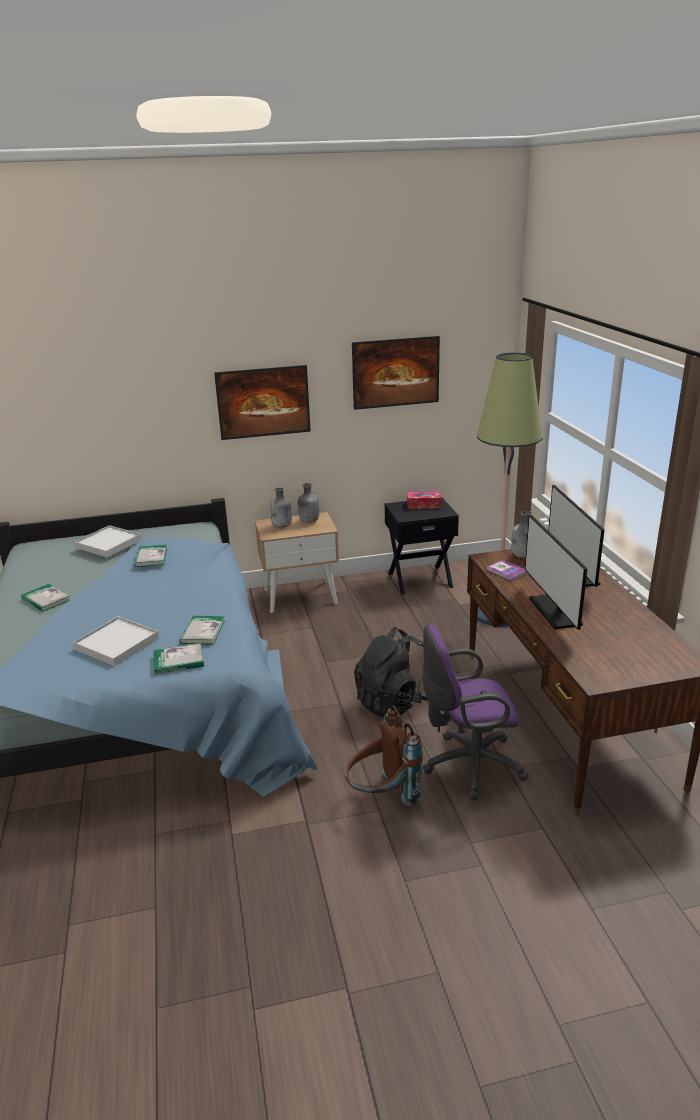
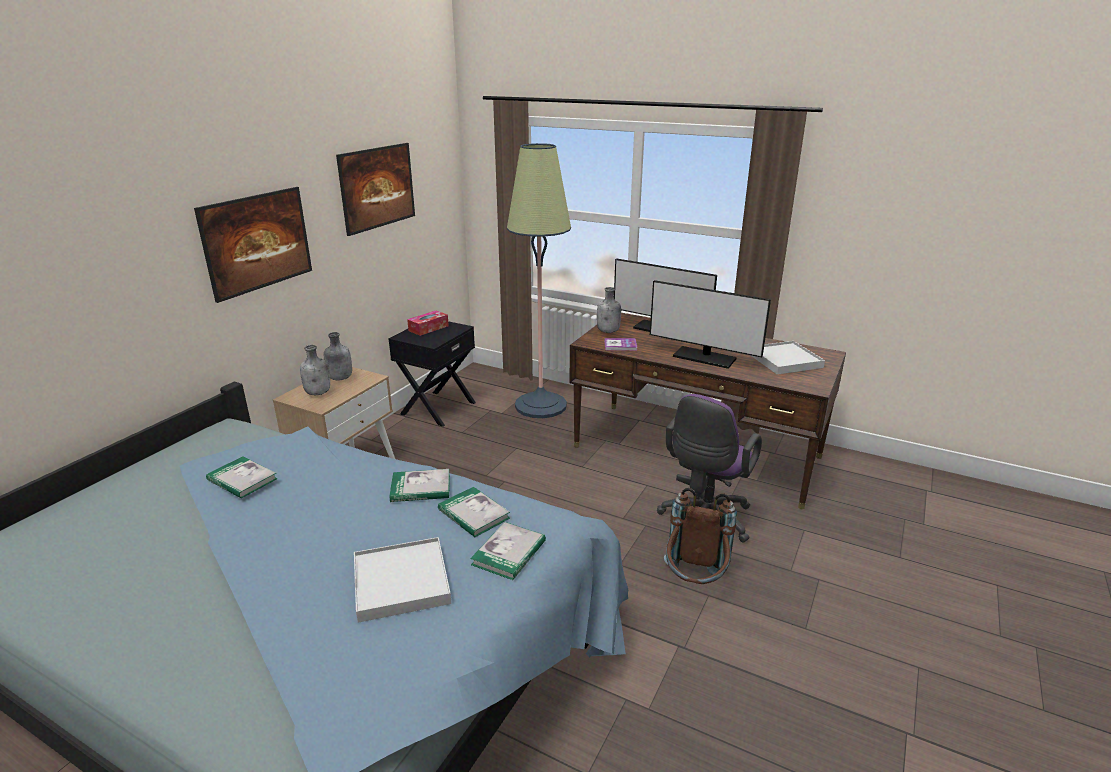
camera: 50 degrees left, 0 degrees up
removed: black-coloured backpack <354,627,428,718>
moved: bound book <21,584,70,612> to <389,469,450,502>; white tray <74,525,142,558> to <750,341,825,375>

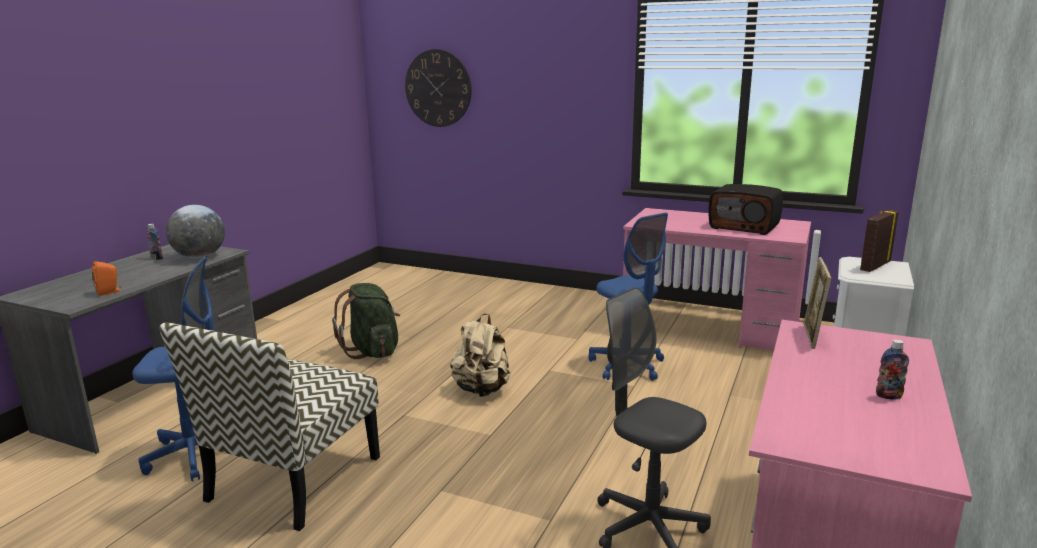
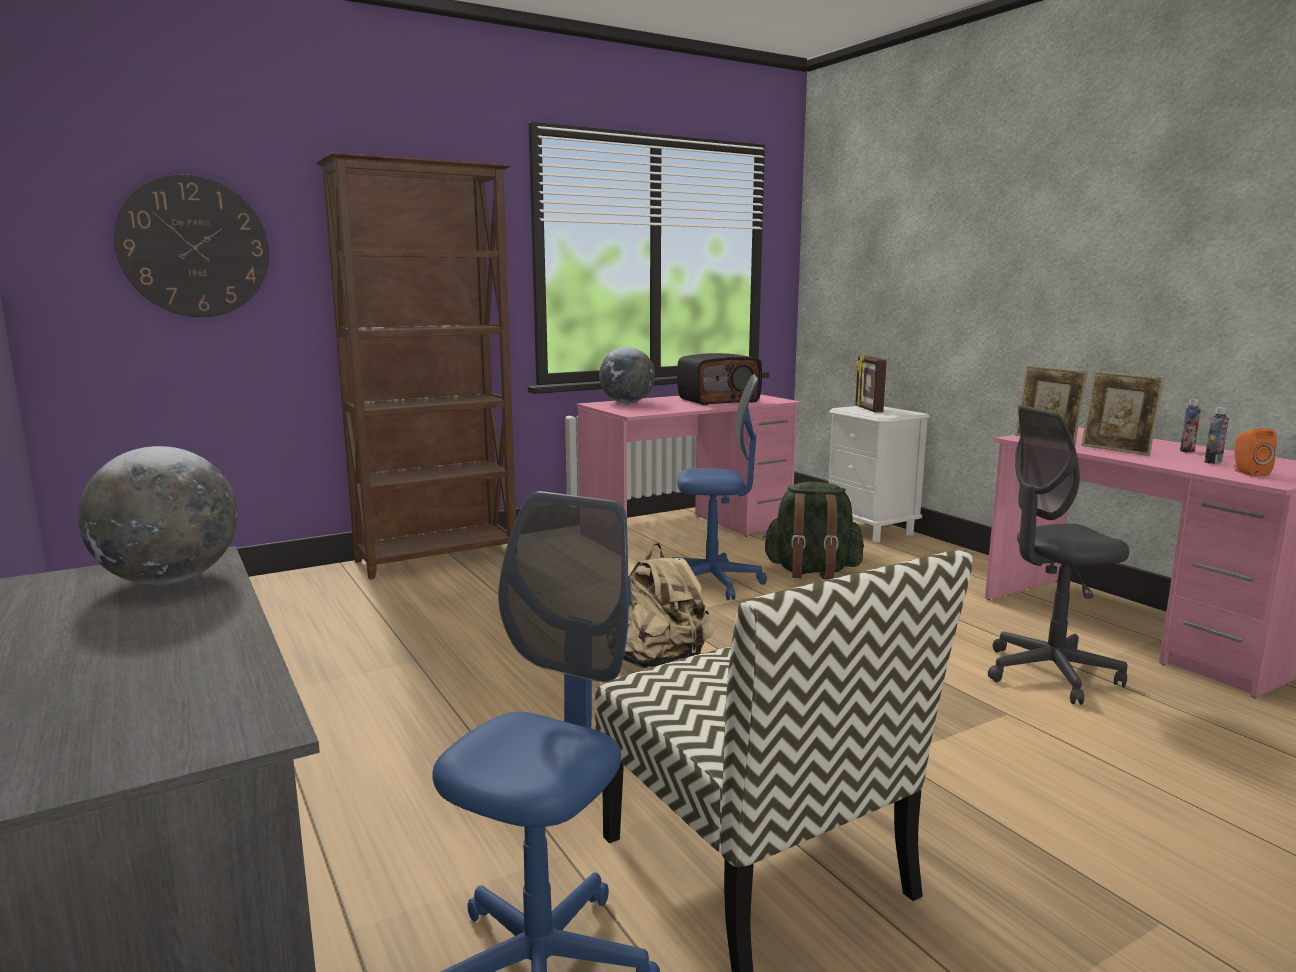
camera: 55 degrees left, 5 degrees down
added: brown shelving unit <315,153,516,579>; desk globe <599,347,655,403>; picture frame <1081,371,1165,456>
moved: green backpack <332,283,400,359> to <762,482,864,579>; bottle <146,224,163,260> to <1204,407,1229,464>; orange-coloured loudspeaker <92,261,121,296> to <1234,429,1277,476>

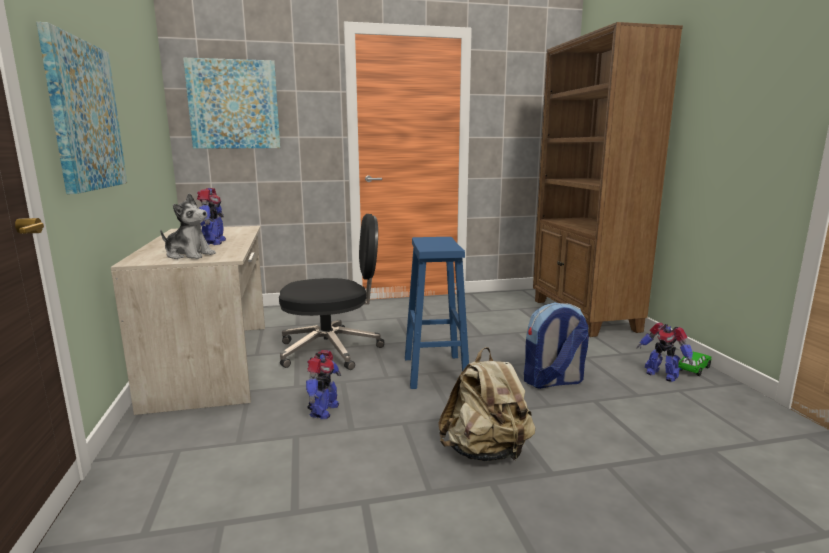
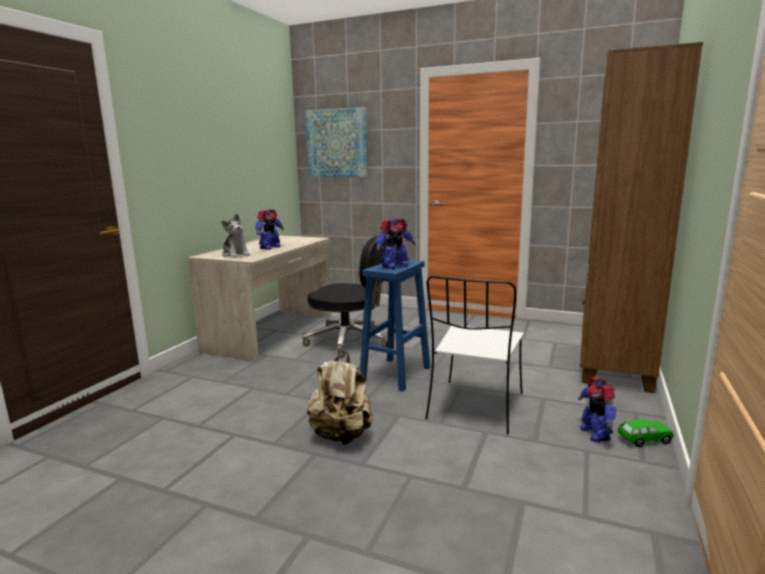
camera: 35 degrees right, 0 degrees up
removed: wall picture <36,22,127,194>
moved: robot figure <306,350,341,419> to <376,218,415,269>
replaced: backpack <524,302,589,389> to white upright chair <426,276,524,434>

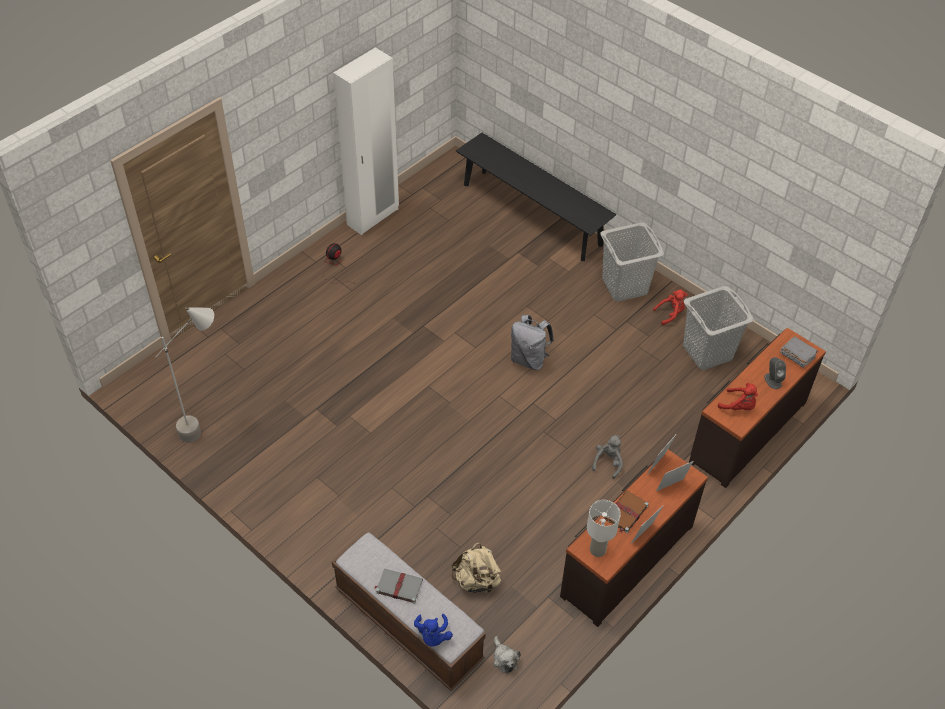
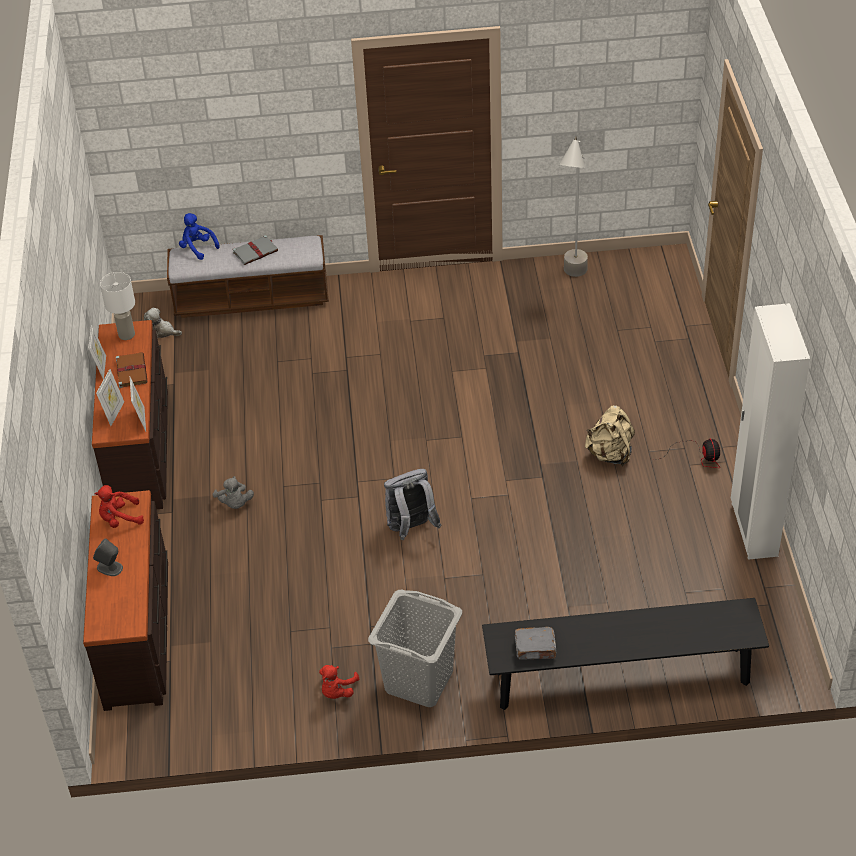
camera: 135 degrees right, 5 degrees down
removed: greyish laundry basket <683,286,754,370>
moved: greyish bound book <780,336,818,368> to <515,627,556,660>; beige-coloured backpack <451,542,501,594> to <585,405,635,466>

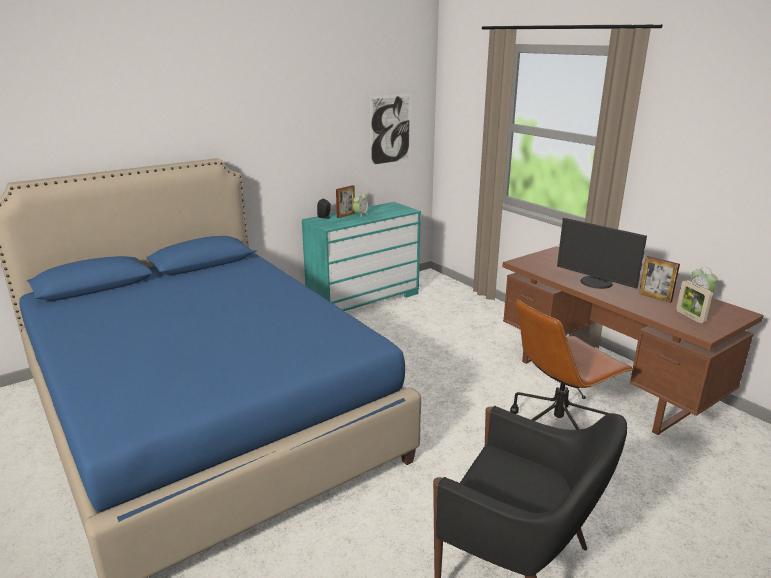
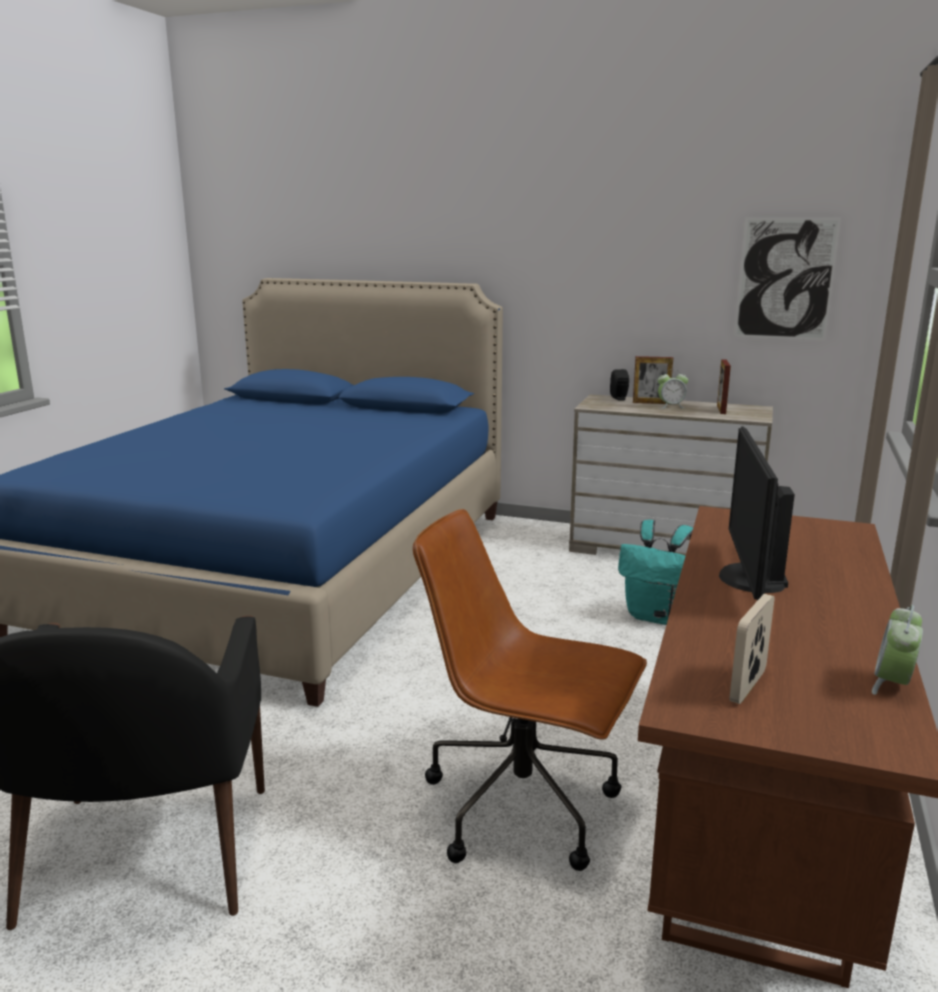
camera: 55 degrees right, 5 degrees down
added: turquoise-coloured backpack <618,520,693,625>
moved: picture frame <639,256,680,303> to <717,359,731,414>
recoloured: turquoise-coloured drawer chest <302,202,421,311> to beige-coloured drawer chest <569,394,773,556>

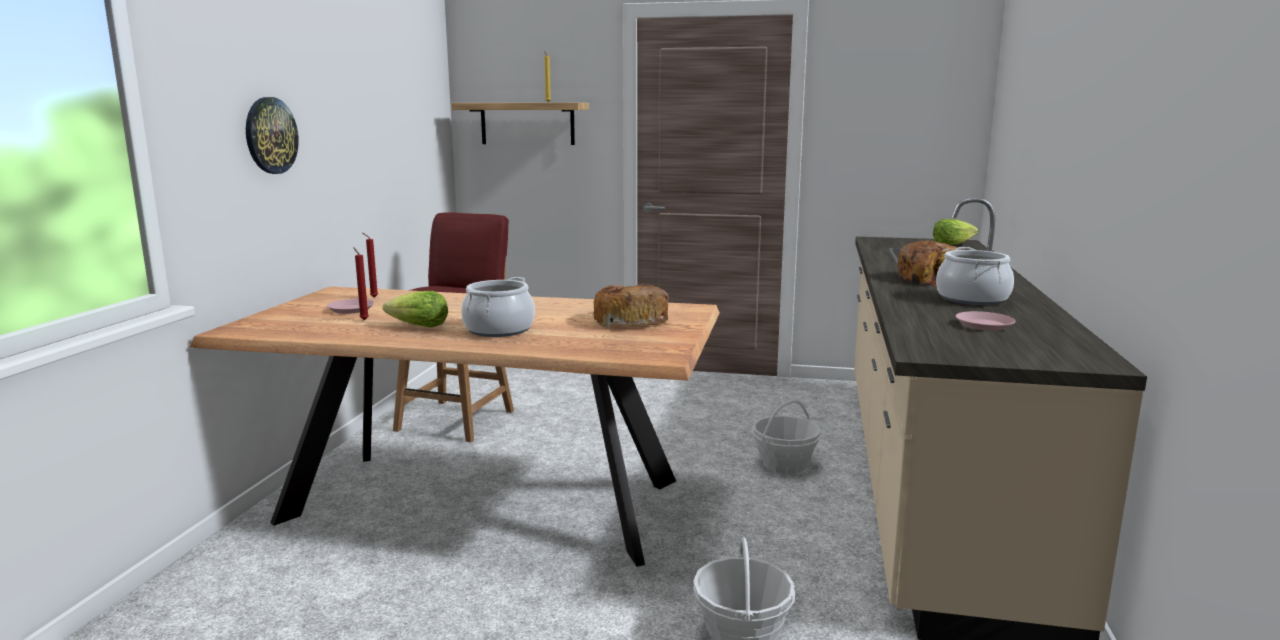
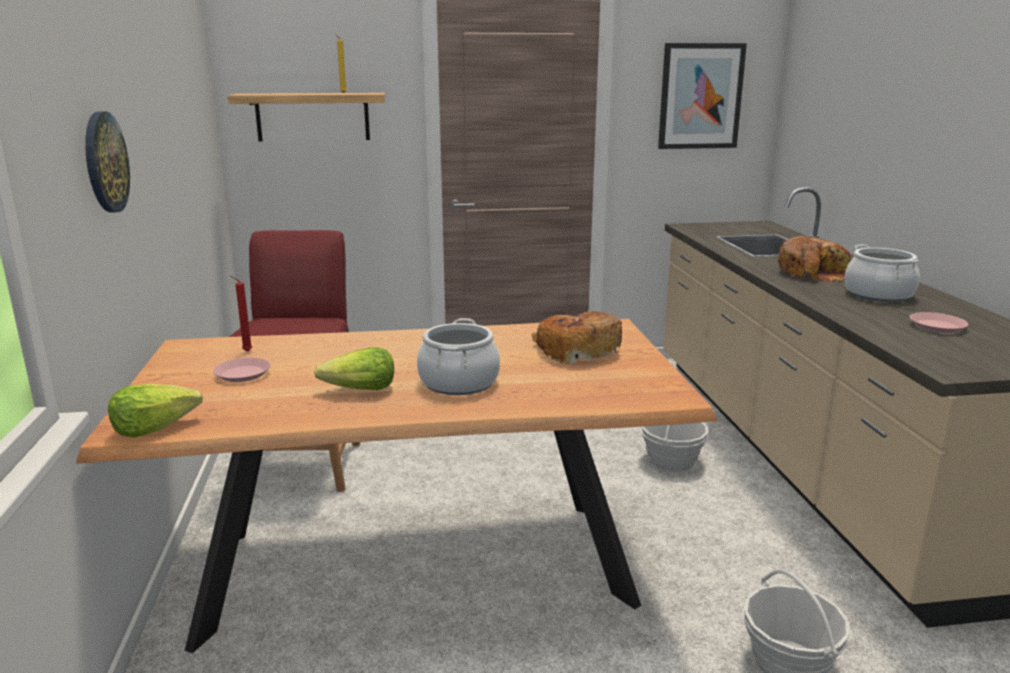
camera: 20 degrees left, 5 degrees up
removed: reddish wax light <353,247,369,320>
added: wall picture <658,43,747,149>
moved: head of lettuce <933,219,978,245> to <108,384,203,437>

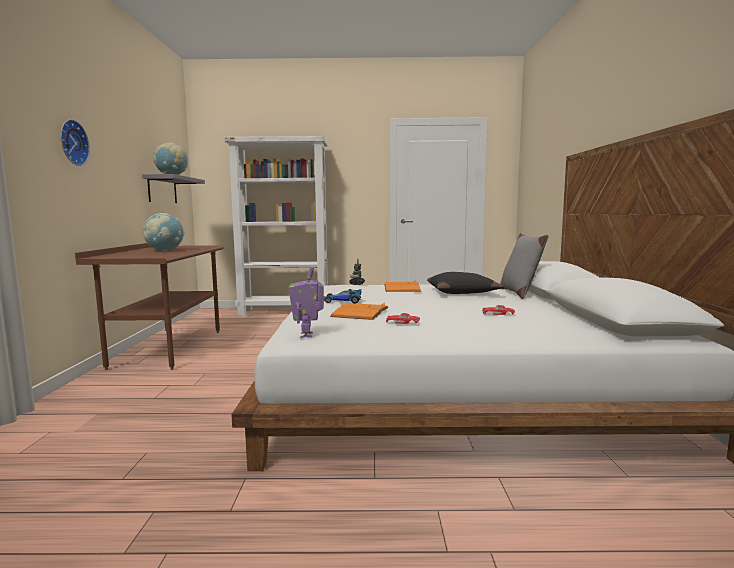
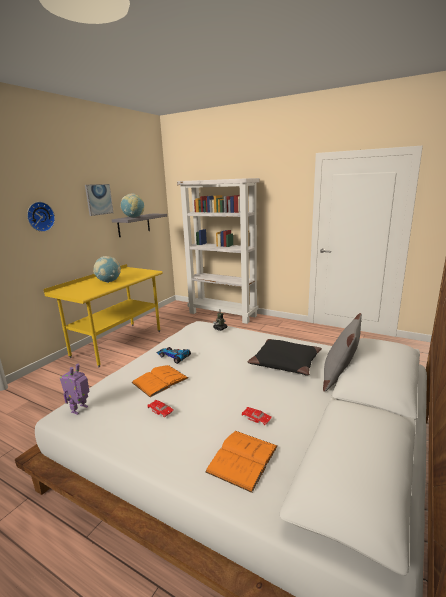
camera: 30 degrees right, 10 degrees up
added: wall picture <85,184,113,216>
moved: orange-coloured bound book <384,280,421,292> to <205,431,278,493>
recoloured: brown desk <75,243,224,370> to yellow-coloured desk <43,264,163,368>

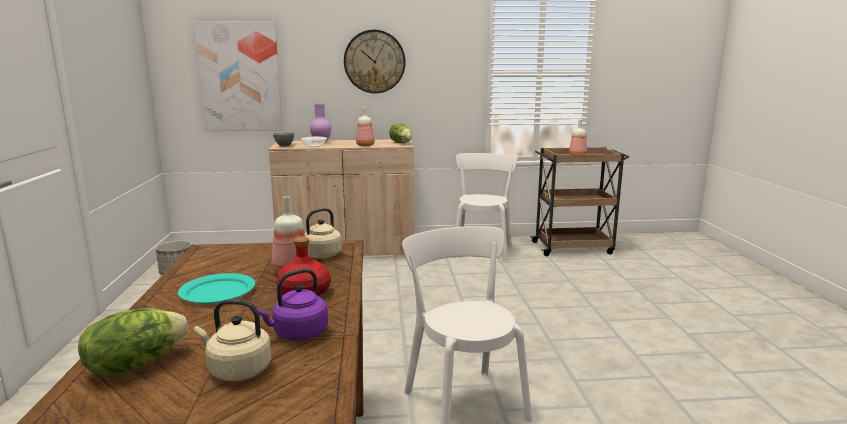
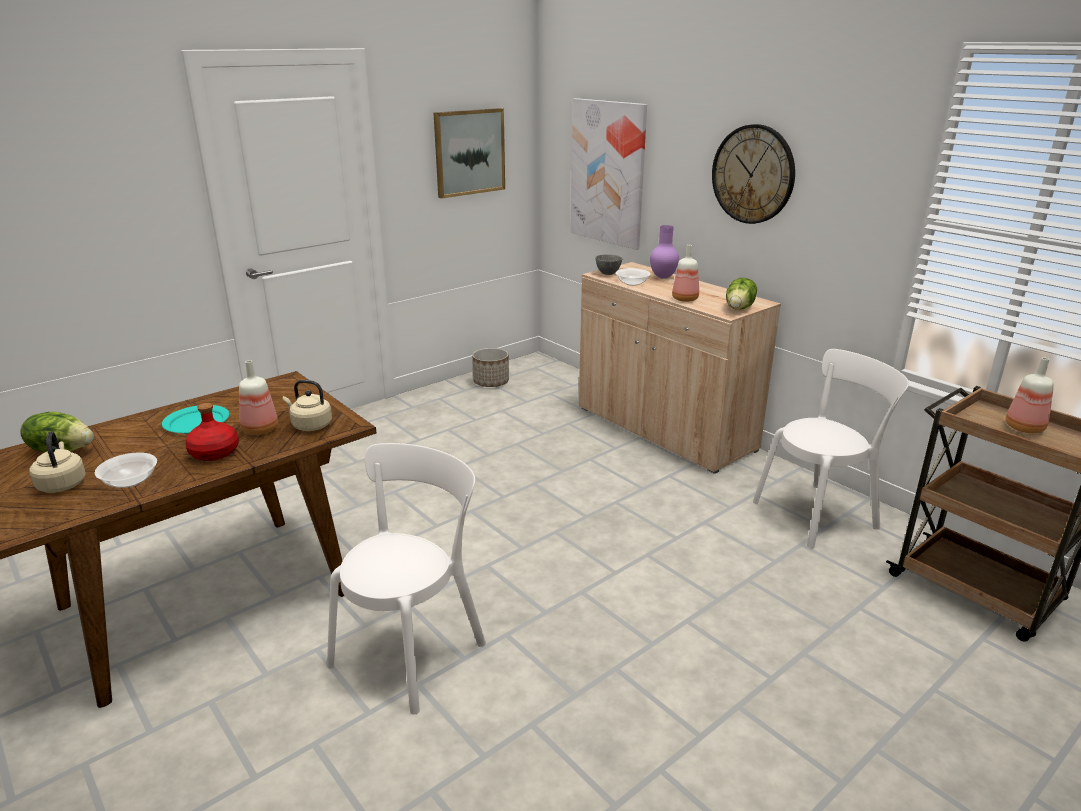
camera: 55 degrees right, 10 degrees up
added: wall picture <434,108,505,198>
replaced: purple-coloured kettle <257,268,328,341> to bowl <95,452,157,488>

